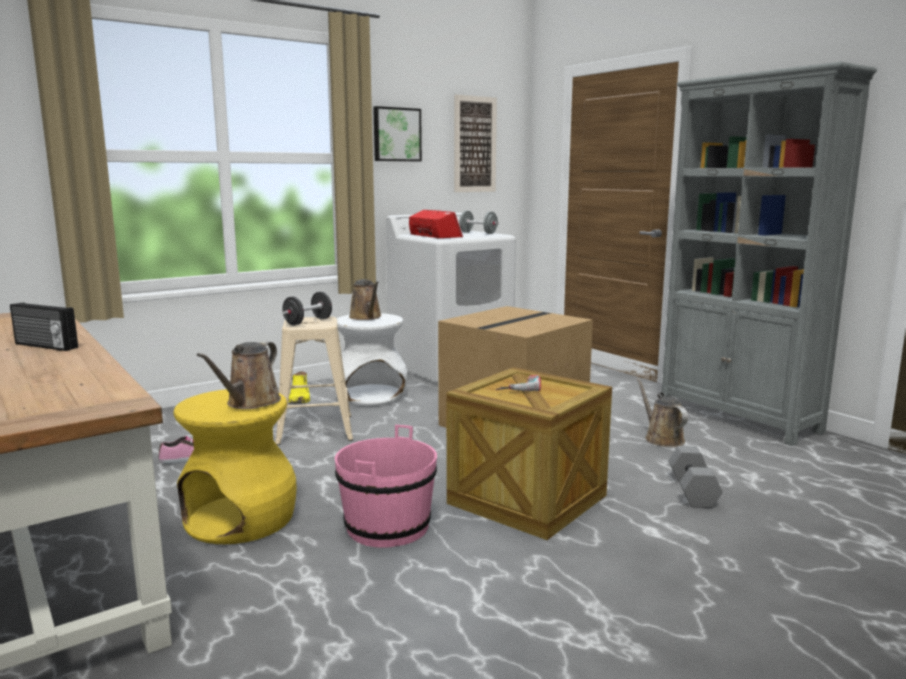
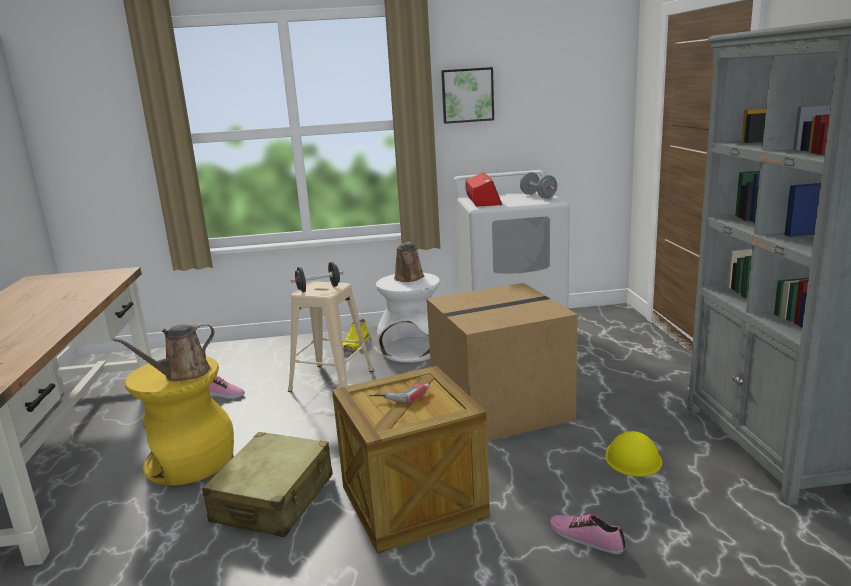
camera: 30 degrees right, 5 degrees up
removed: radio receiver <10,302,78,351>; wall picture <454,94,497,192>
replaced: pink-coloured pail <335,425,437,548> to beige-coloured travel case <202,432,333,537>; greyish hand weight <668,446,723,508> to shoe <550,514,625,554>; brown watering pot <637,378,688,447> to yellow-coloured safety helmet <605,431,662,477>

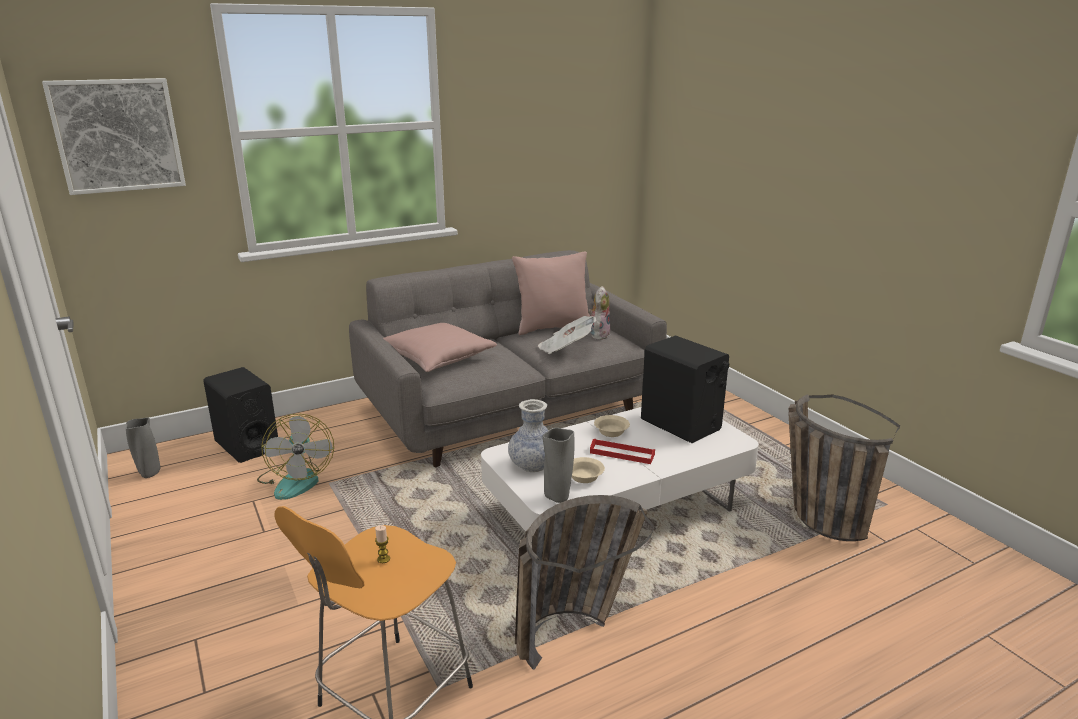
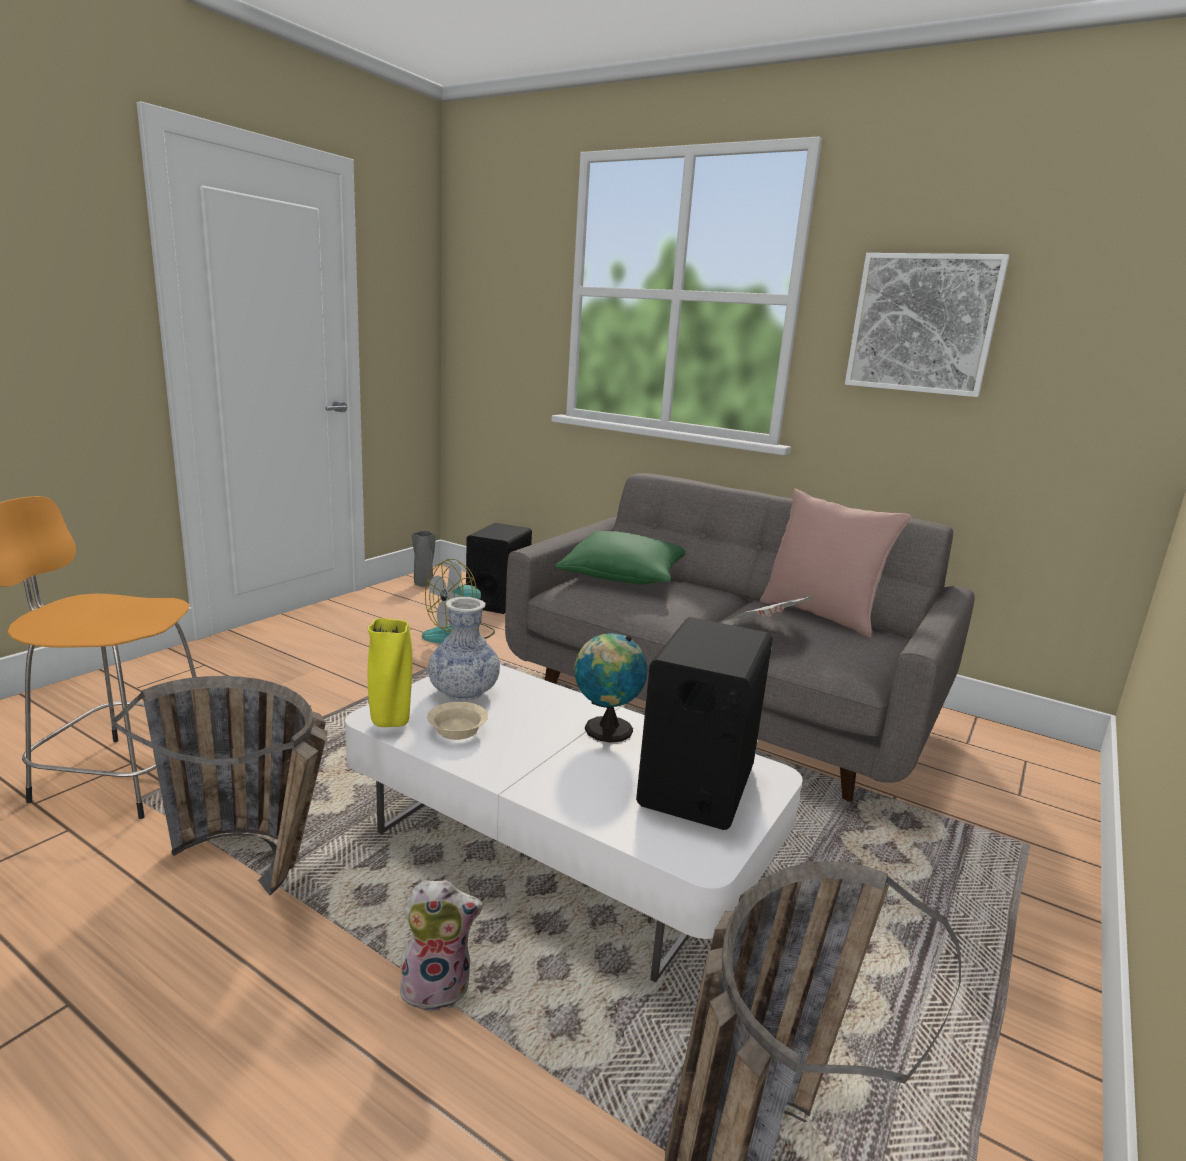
camera: 60 degrees right, 5 degrees down
removed: wax light <375,525,390,563>; reddish tray <590,439,655,464>
moved: soft toy <588,286,611,340> to <400,880,483,1012>; wall picture <42,78,186,195> to <845,253,1009,397>
replaced: beige-coloured bowl <594,415,630,437> to desk globe <574,633,648,743>
recoloured: greyish decorative vase <543,428,575,503> to yellow-coloured decorative vase <368,618,413,727>; pink-coloured throw pillow <383,323,497,372> to green throw pillow <555,531,685,584>

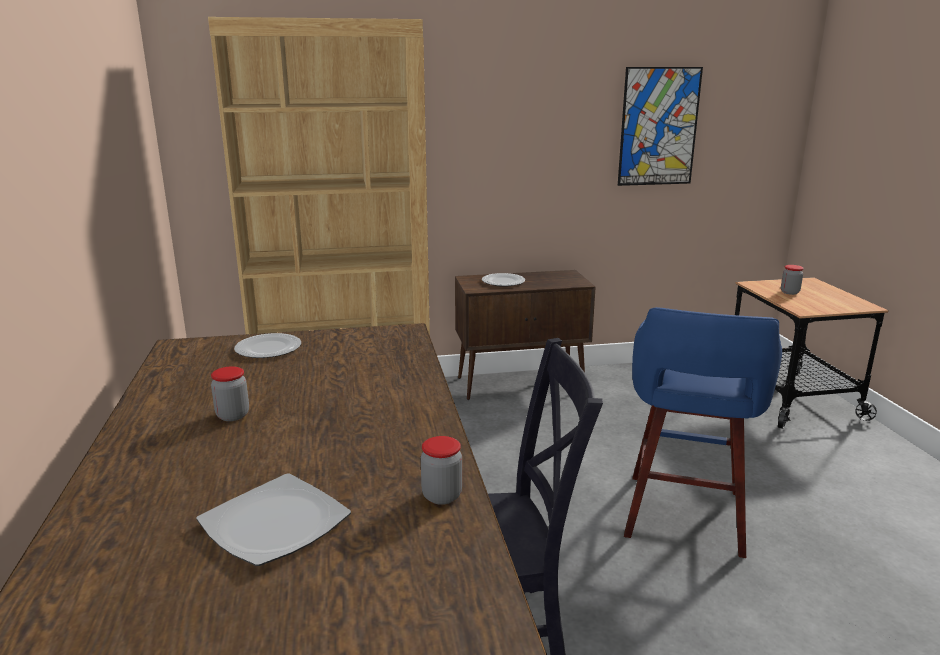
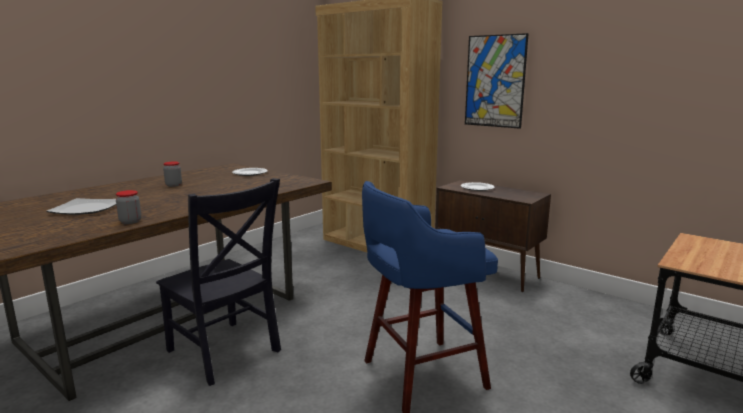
camera: 50 degrees right, 5 degrees down
removed: jar <781,265,804,295>
moved: wall picture <618,67,703,186> to <465,33,529,129>

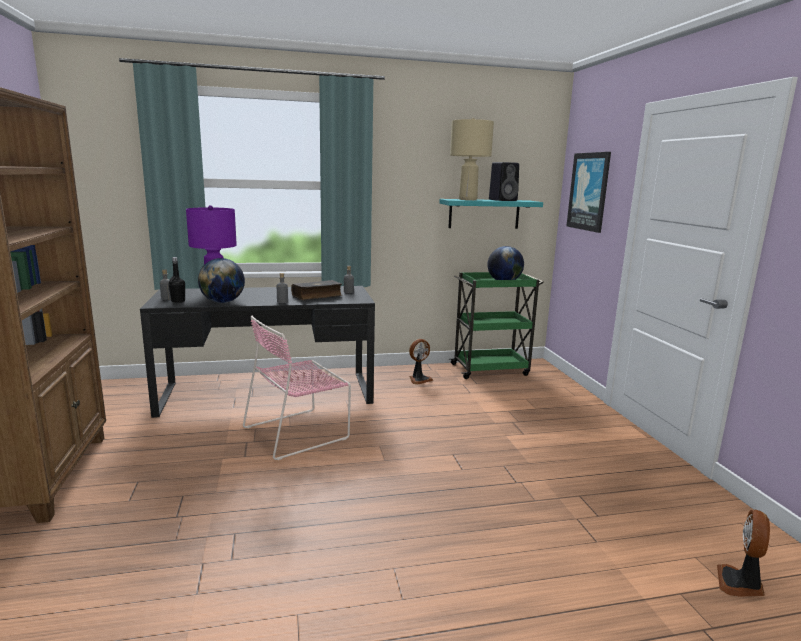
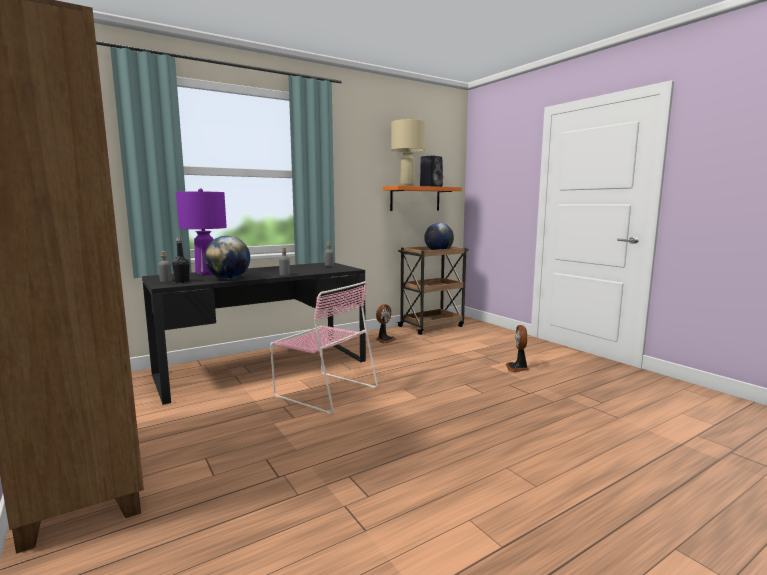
camera: 20 degrees left, 5 degrees down
removed: bound book <291,280,342,300>; wall picture <567,152,611,233>
moved: cooling fan <717,510,770,597> to <506,325,529,372>
recoloured: turquoise-coloured bracket shelf <439,199,543,229> to orange-coloured bracket shelf <383,186,462,211>; green trolley <449,272,544,379> to brown trolley <396,246,469,335>
turned: pink-coloured upright chair <243,316,351,460> = <270,281,378,415> 90 degrees counterclockwise

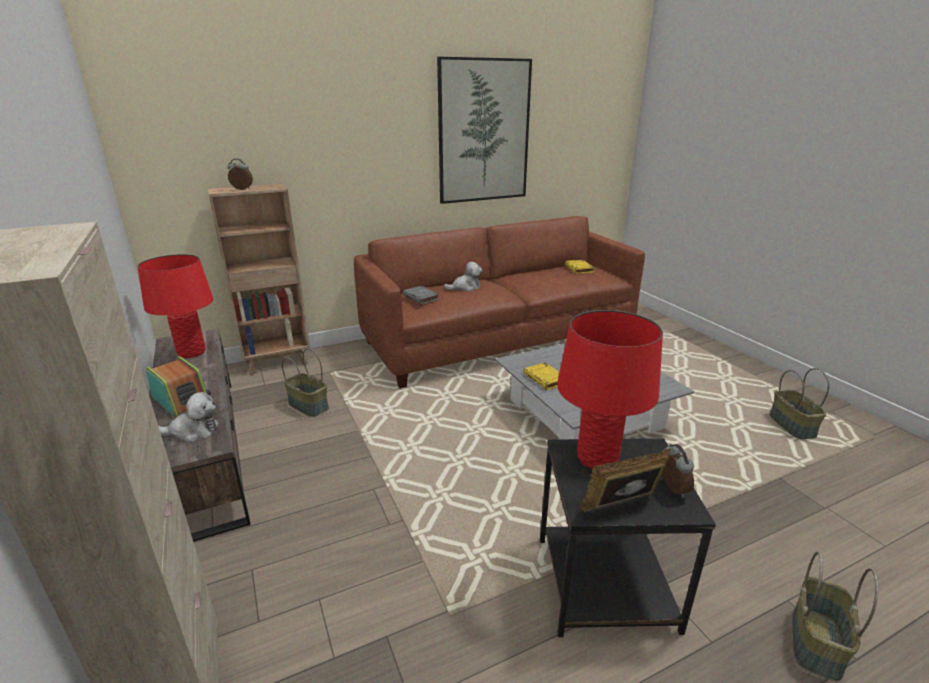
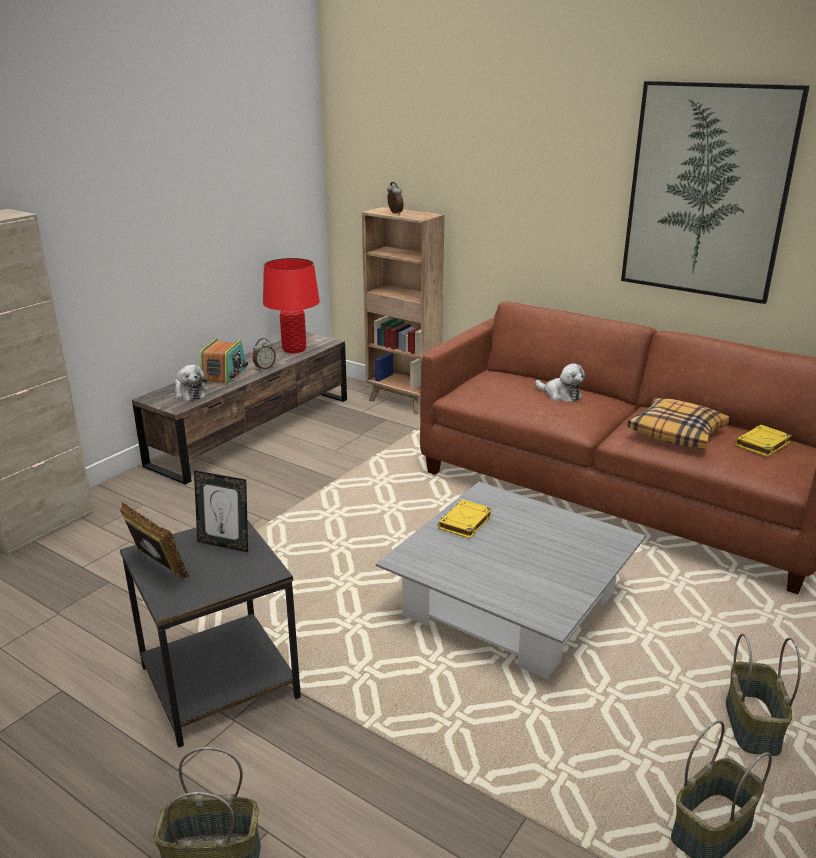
camera: 60 degrees right, 0 degrees up
removed: greyish bound book <403,286,439,304>
added: throw pillow <628,398,730,448>
moved: table clock <662,444,694,498> to <253,338,276,370>; basket <282,348,329,417> to <726,633,801,756>
replaced: reddish lamp for a table <557,310,663,469> to picture frame <194,470,248,552>

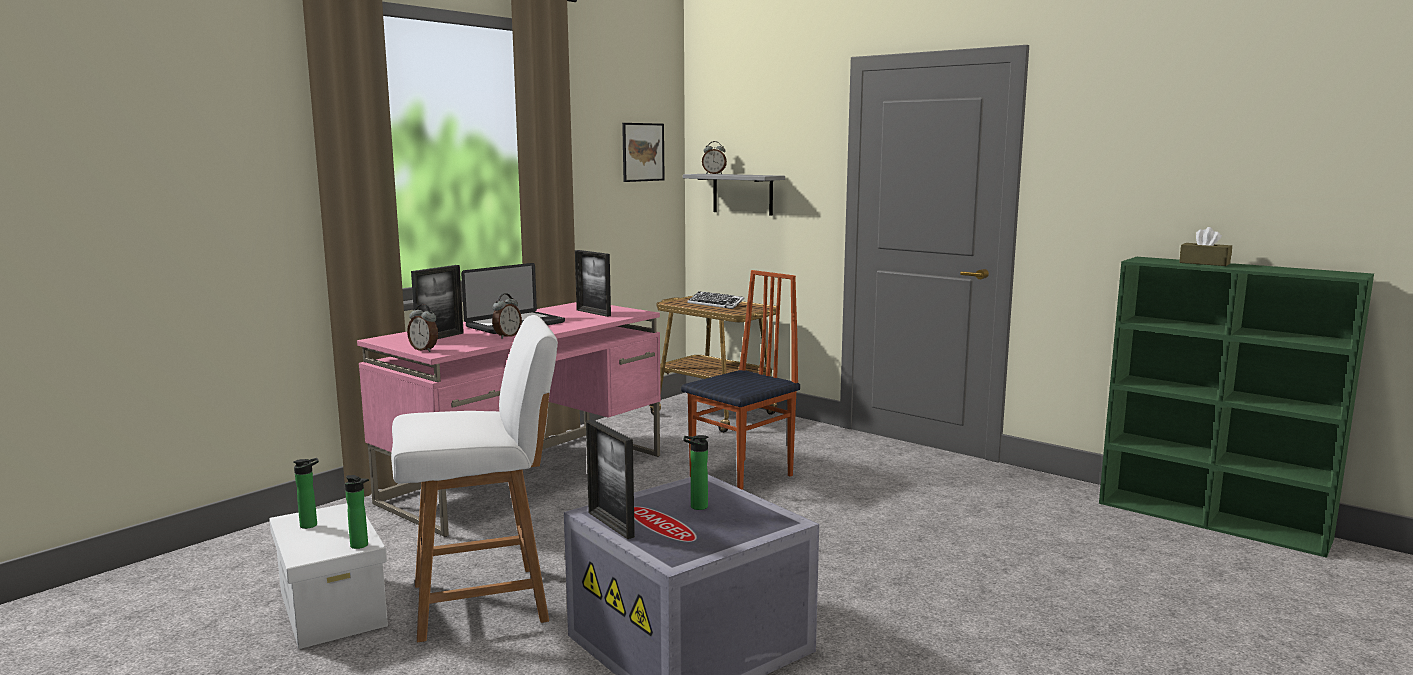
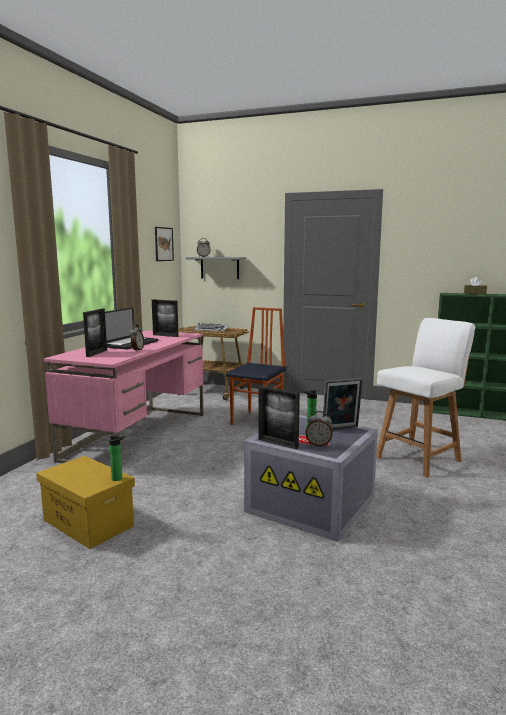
camera: 20 degrees left, 0 degrees up
removed: bottle <293,458,319,529>
added: picture frame <323,378,363,430>
moved: table clock <407,304,438,352> to <306,411,333,446>; white upright chair <391,315,558,642> to <376,318,475,477>
recoloured: white storage box <269,503,388,649> to yellow-coloured storage box <36,456,135,549>

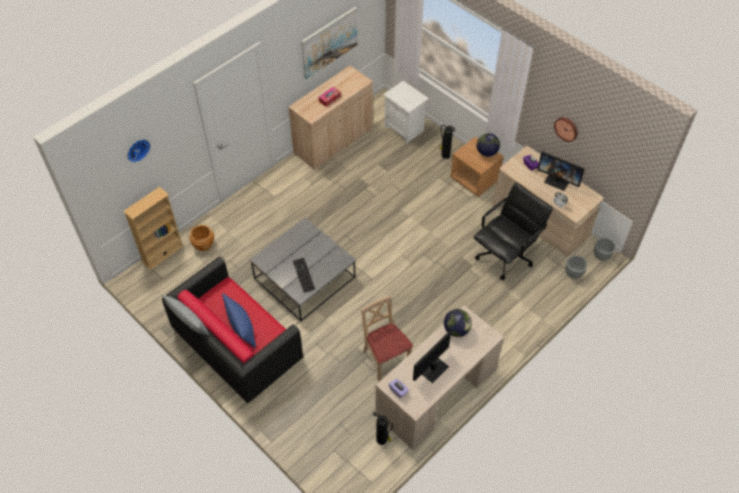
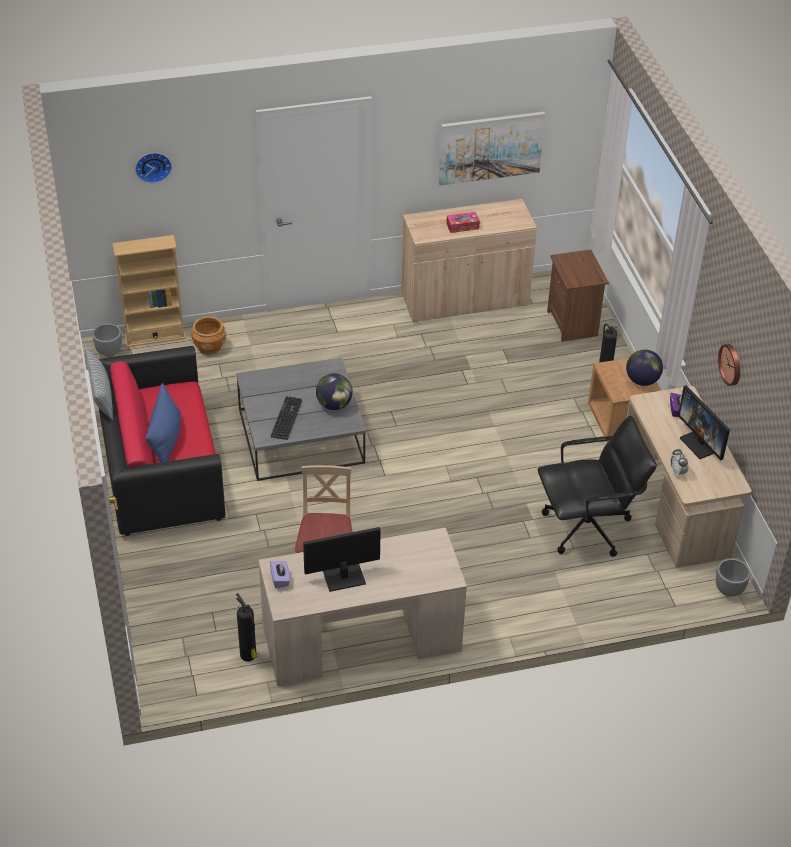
camera: 30 degrees right, 10 degrees down
moved: greyish planter <565,255,588,279> to <92,323,122,357>; desk globe <444,309,472,337> to <316,373,353,410>
recoloured: white nightstand <383,81,429,144> to brown nightstand <547,249,609,342>

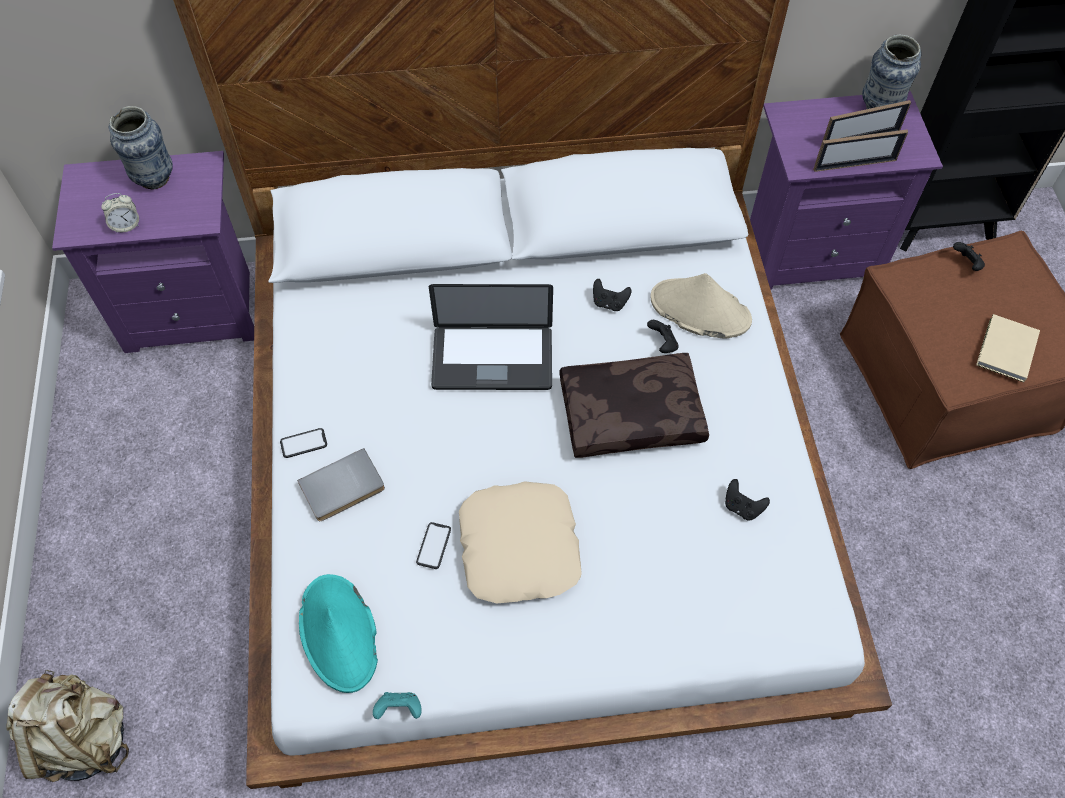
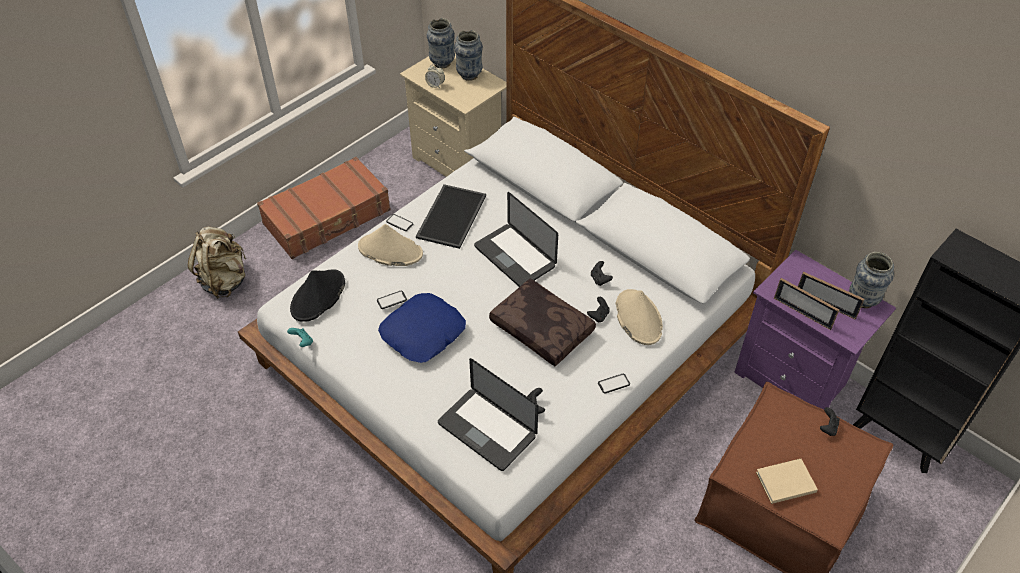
camera: 50 degrees right, 10 degrees down
added: brown travel case <257,157,391,259>; tray <416,184,486,249>; decorative vase <427,18,455,68>; laptop <438,358,538,471>; phone <598,374,630,393>
replaced: greyish bound book <297,448,385,521> to beige-coloured clothing hat <358,224,423,266>
recoloured: turquoise-coloured clothing hat <299,574,378,693> to black-coloured clothing hat <290,269,345,322>; beige-coloured throw pillow <459,481,582,603> to blue-coloured throw pillow <378,293,466,363>; purple-coloured nightstand <52,151,254,353> to beige-coloured nightstand <400,53,506,177>

